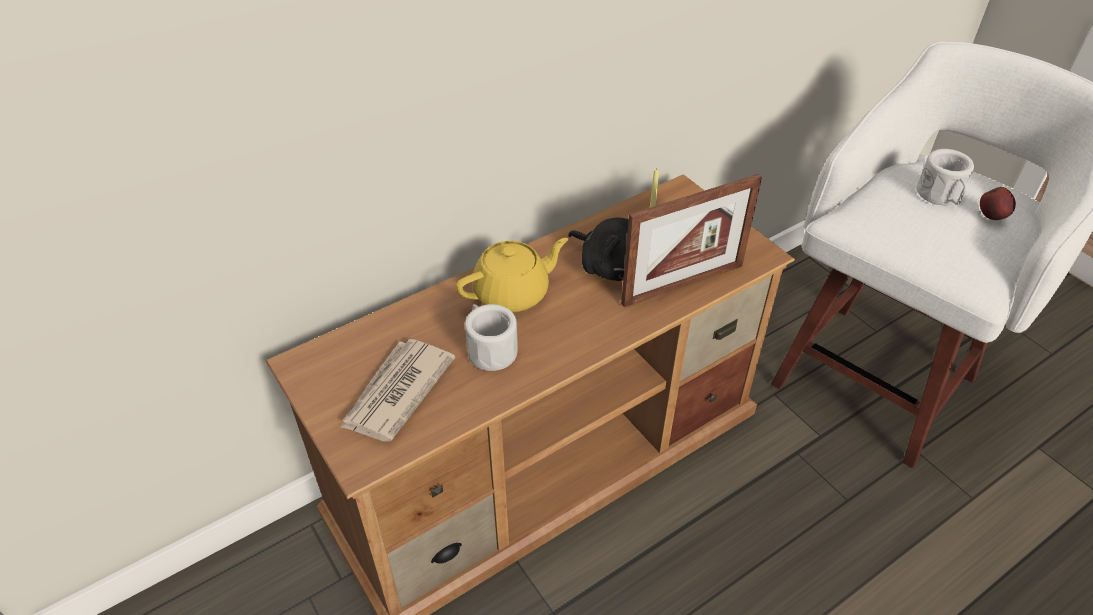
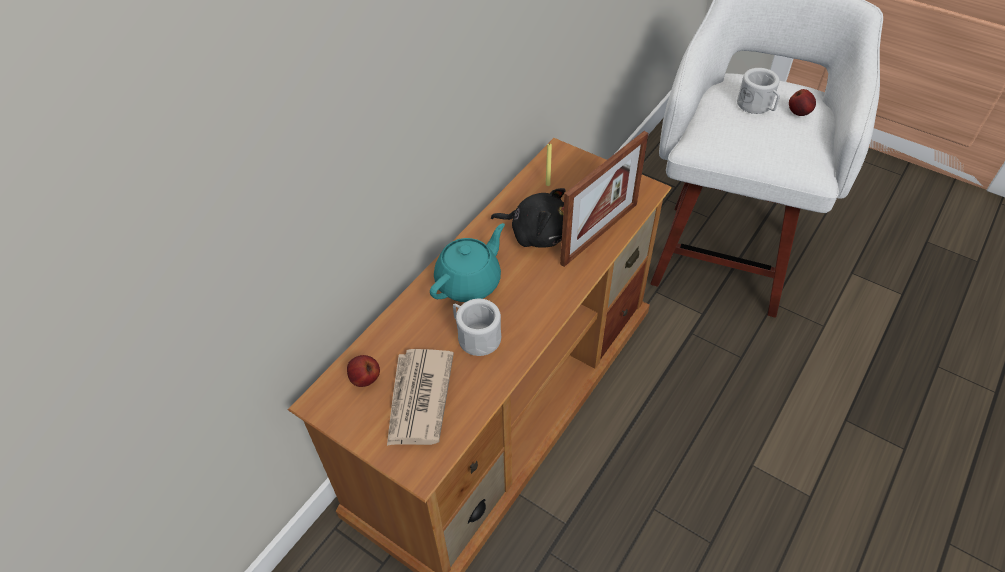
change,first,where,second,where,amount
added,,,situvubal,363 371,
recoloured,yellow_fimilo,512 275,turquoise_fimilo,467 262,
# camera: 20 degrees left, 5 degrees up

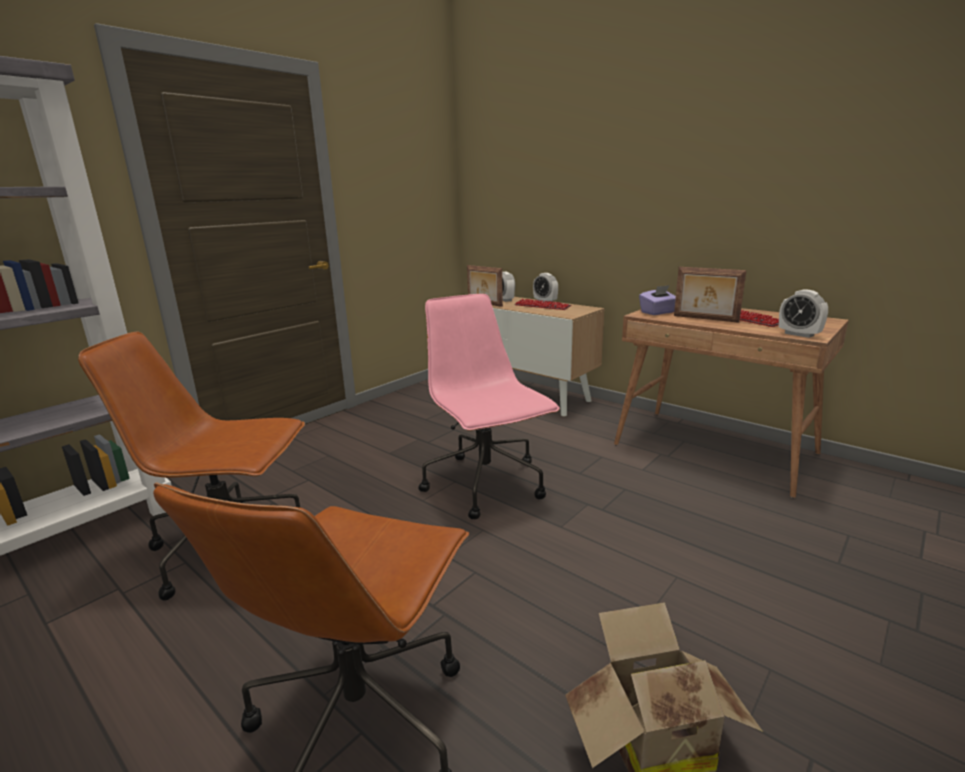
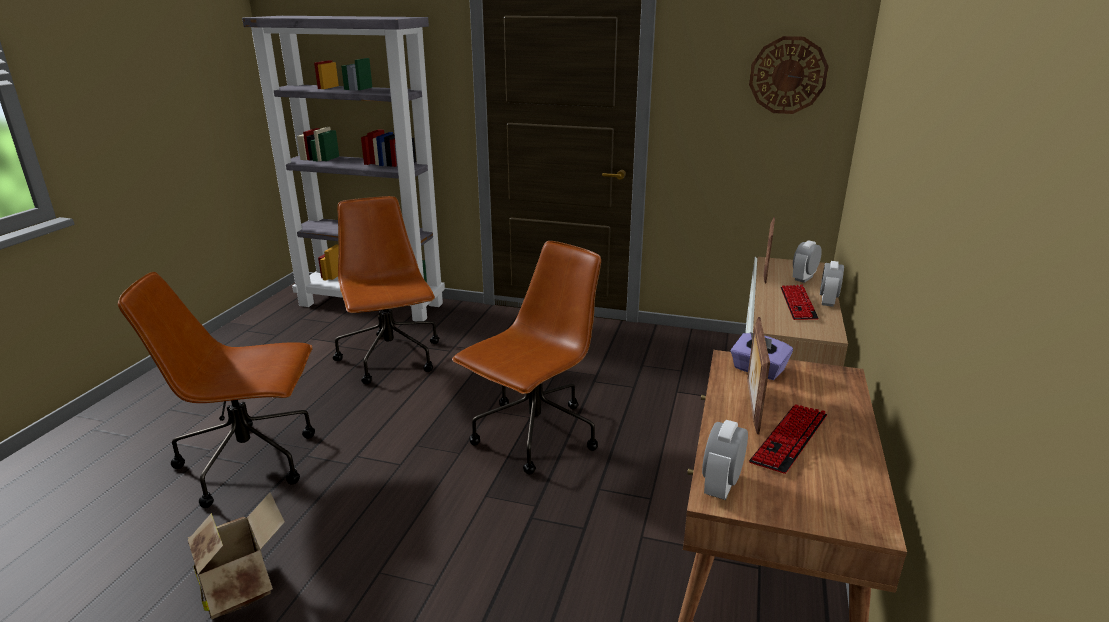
change,first,where,second,where,amount
recoloured,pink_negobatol,489 406,brown_negobatol,526 358,
added,,,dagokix,789 75,
# camera: 65 degrees right, 5 degrees up

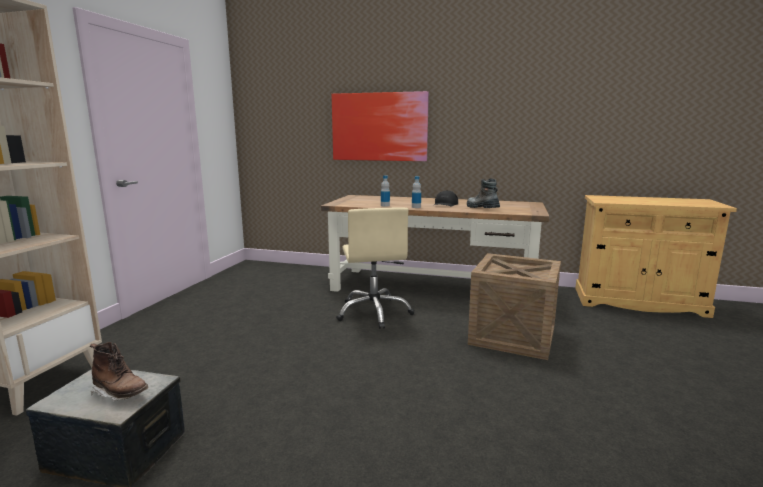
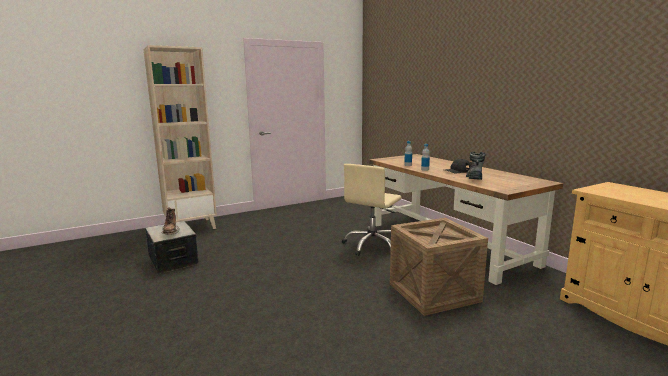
change,first,where,second,where,amount
removed,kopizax,380 126,,,
# camera: 45 degrees right, 0 degrees up

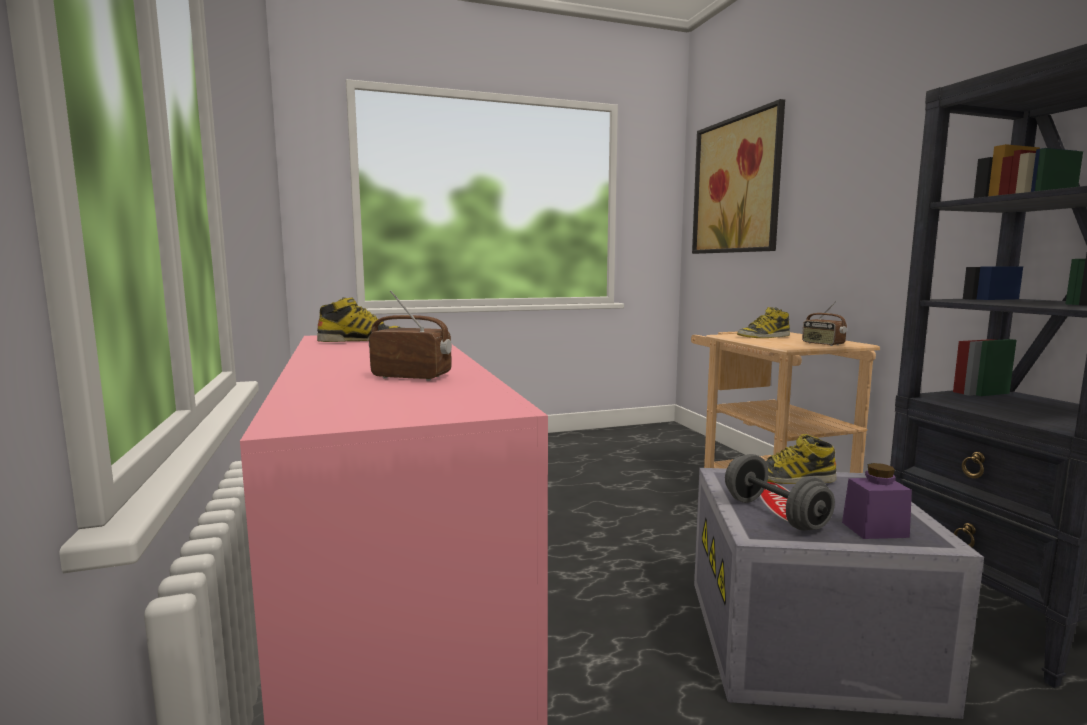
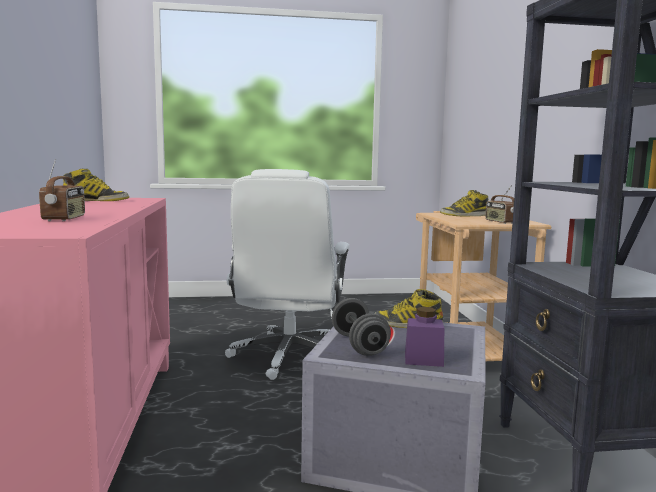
change,first,where,second,where,amount
turned,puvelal,410 336,,62 190,60 degrees clockwise
added,,,white_negobatol,287 274,
removed,kopizax,738 176,,,
# camera: 10 degrees right, 0 degrees up

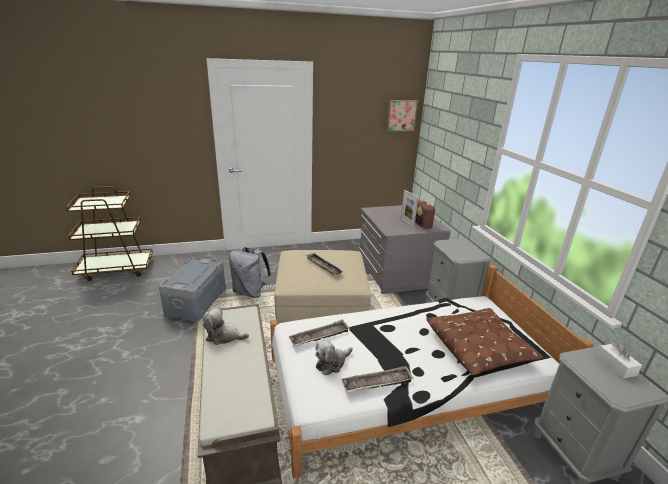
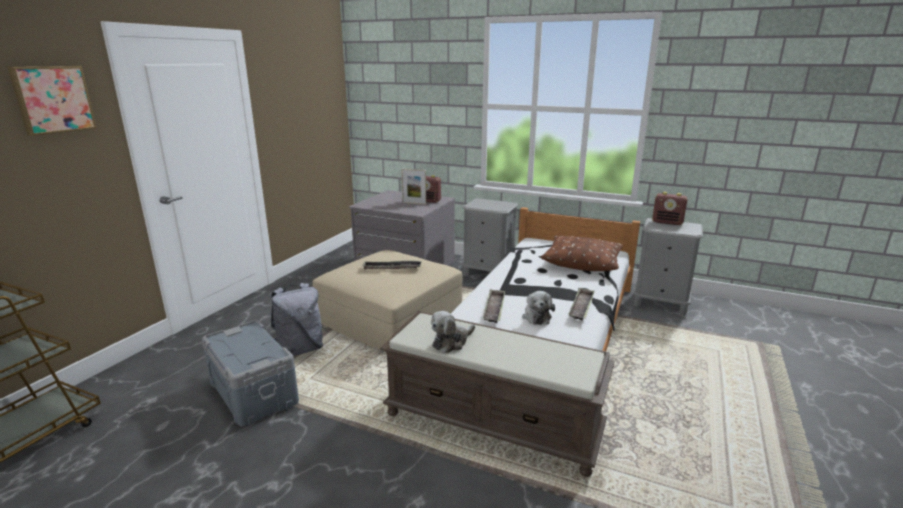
change,first,where,second,where,amount
moved,kopizax,402 116,,52 101,
replaced,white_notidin,619 361,puvelal,670 208,
# camera: 50 degrees left, 5 degrees down

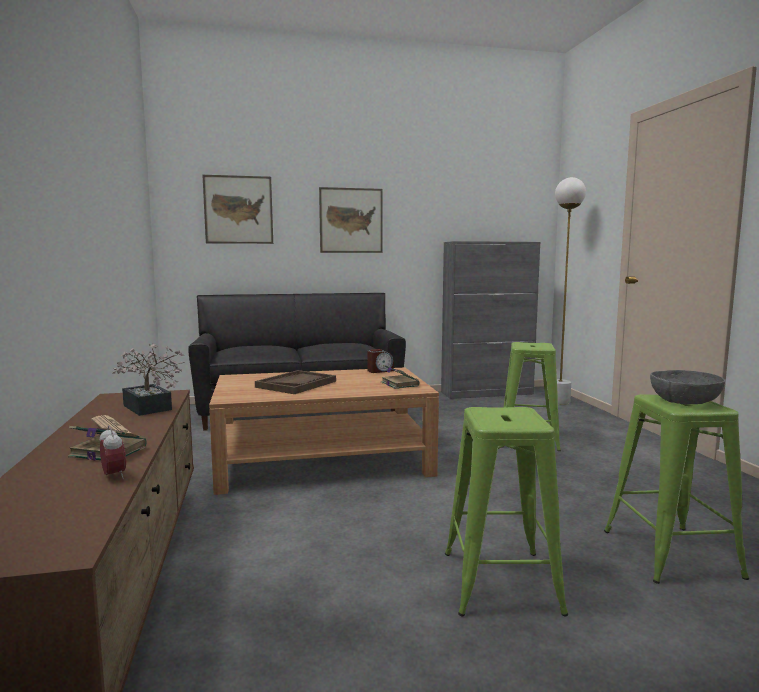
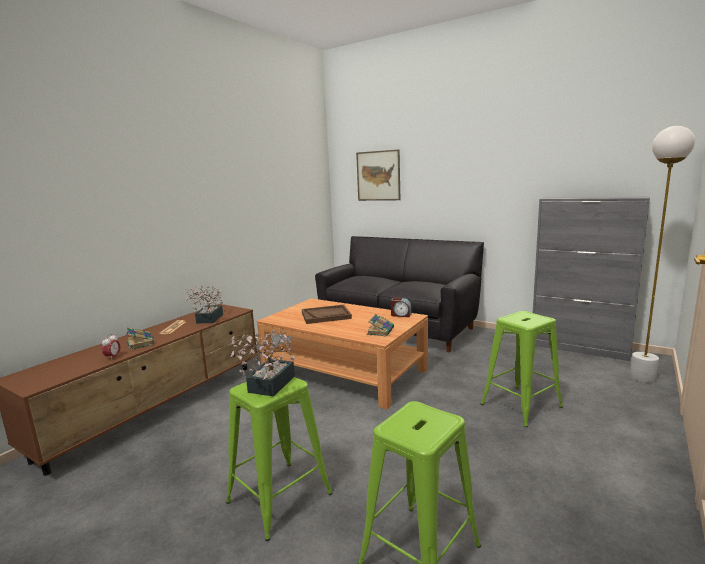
change,first,where,second,where,amount
added,,,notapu,262 363,
removed,kopizax,351 220,,,
removed,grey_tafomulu,687 387,,,
# camera: 45 degrees right, 5 degrees up

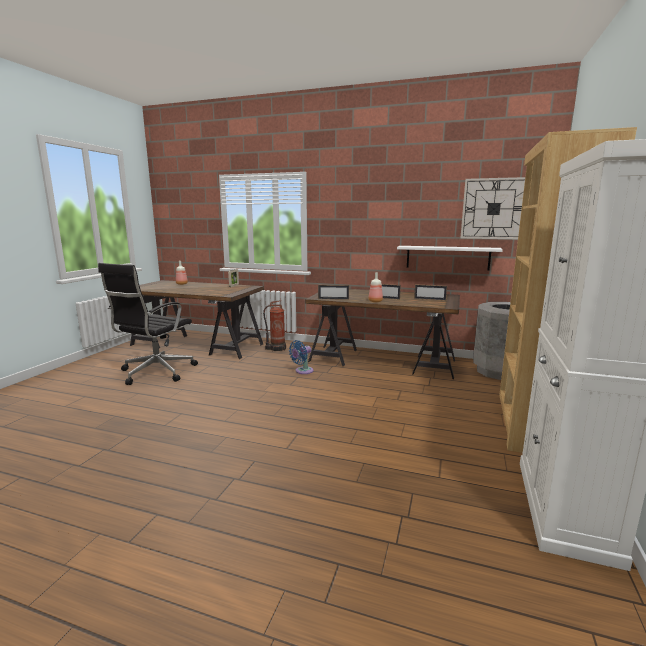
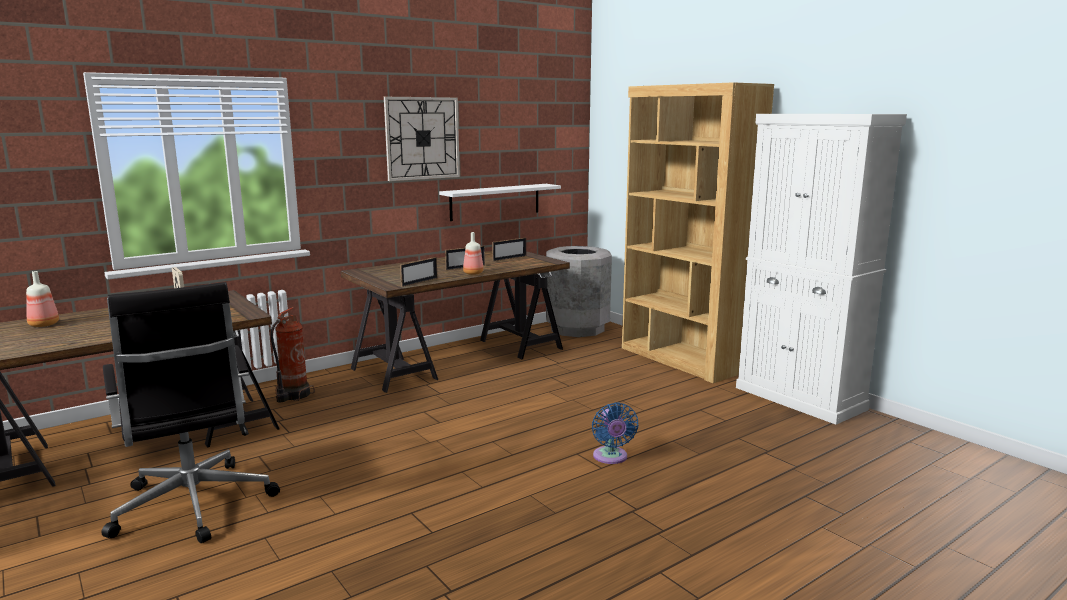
change,first,where,second,where,amount
moved,dagokix,492 208,,422 139,
moved,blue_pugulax,301 357,,615 433,
# camera: 55 degrees left, 0 degrees up

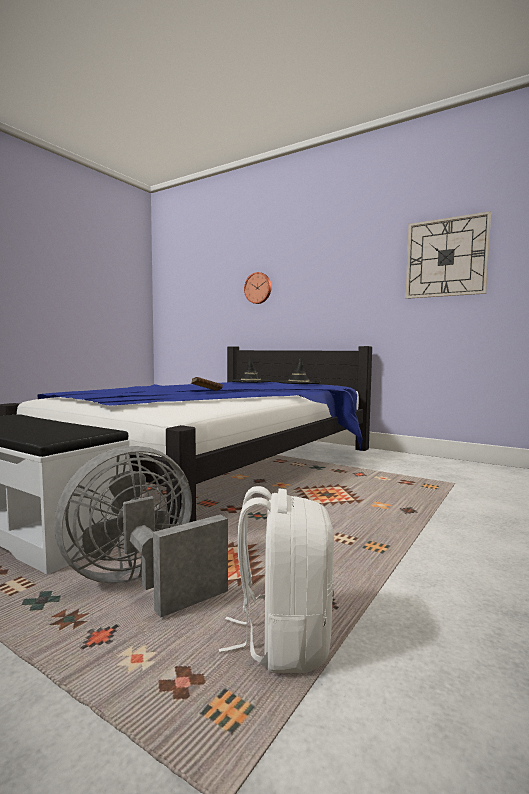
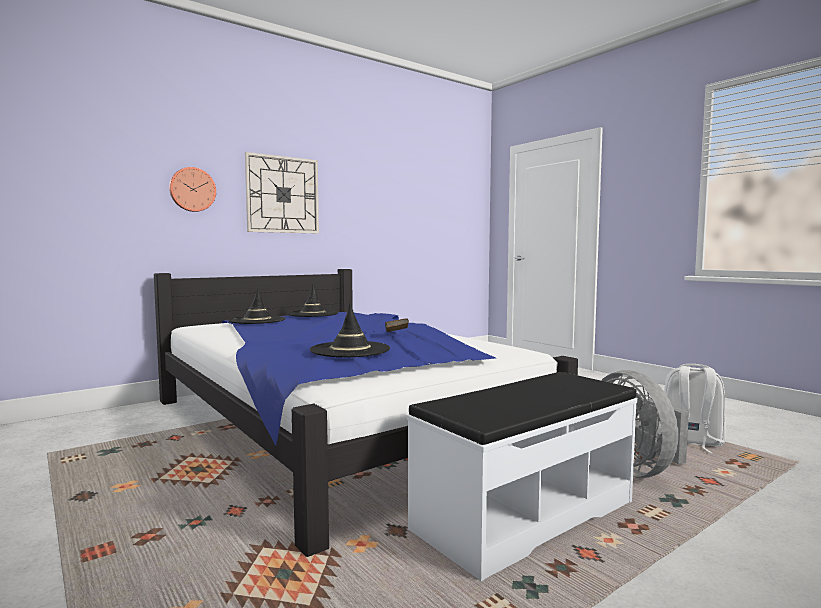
change,first,where,second,where,amount
moved,dagokix,448 255,,282 193,
added,,,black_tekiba,350 329,
# camera: 70 degrees left, 0 degrees up

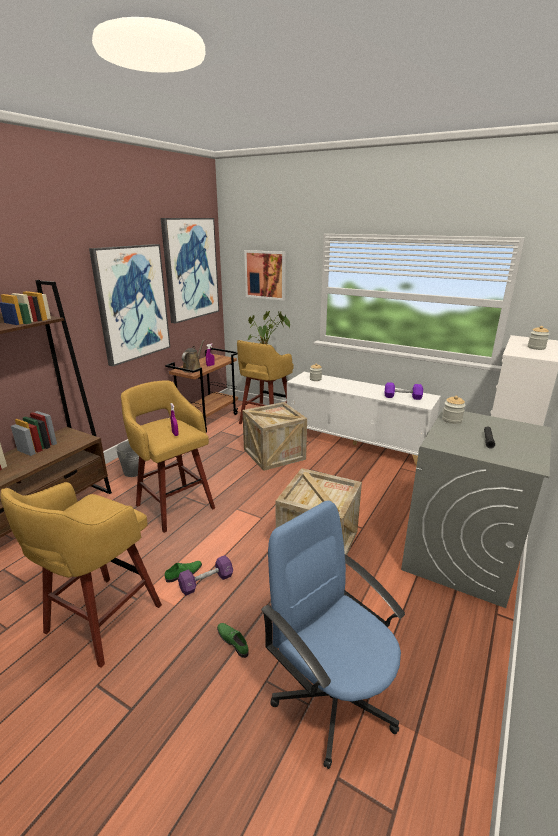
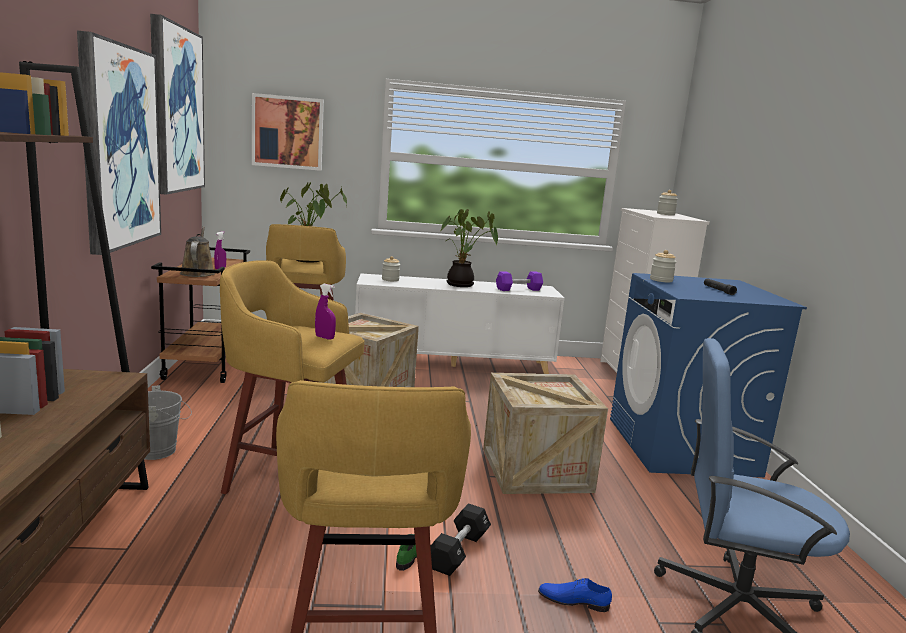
change,first,where,second,where,amount
recoloured,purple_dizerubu,205 575,black_dizerubu,461 539,
added,,,notapu,469 248,
recoloured,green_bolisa,233 640,blue_bolisa,575 595,
recoloured,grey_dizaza,476 508,blue_dizaza,708 375,
# camera: 35 degrees left, 10 degrees down

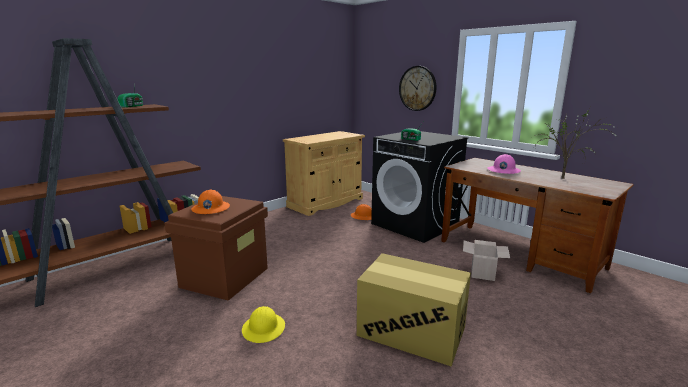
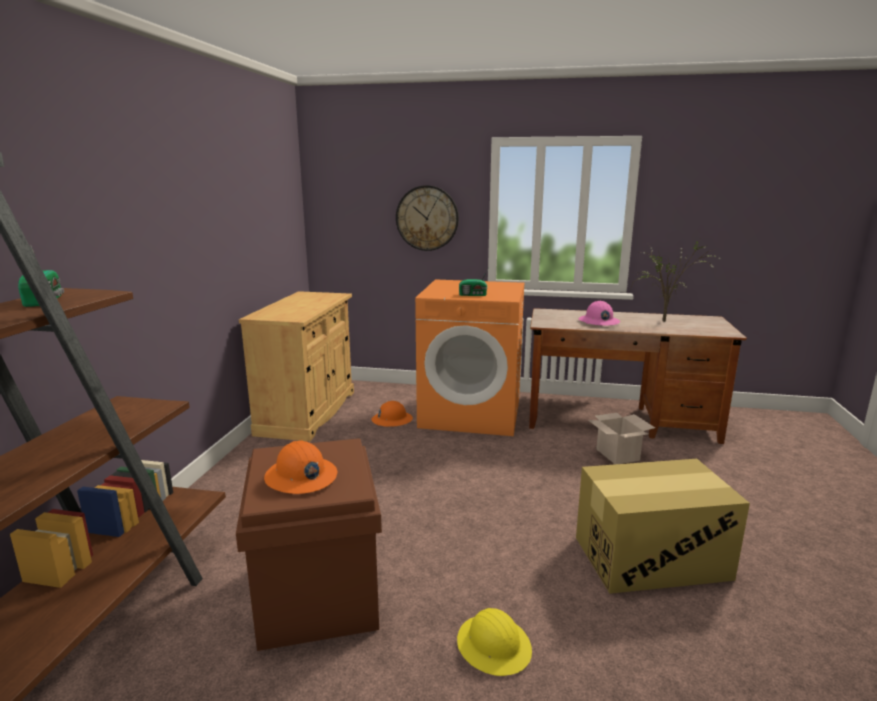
change,first,where,second,where,amount
recoloured,black_dizaza,419 187,orange_dizaza,470 357,
# camera: 35 degrees left, 0 degrees up

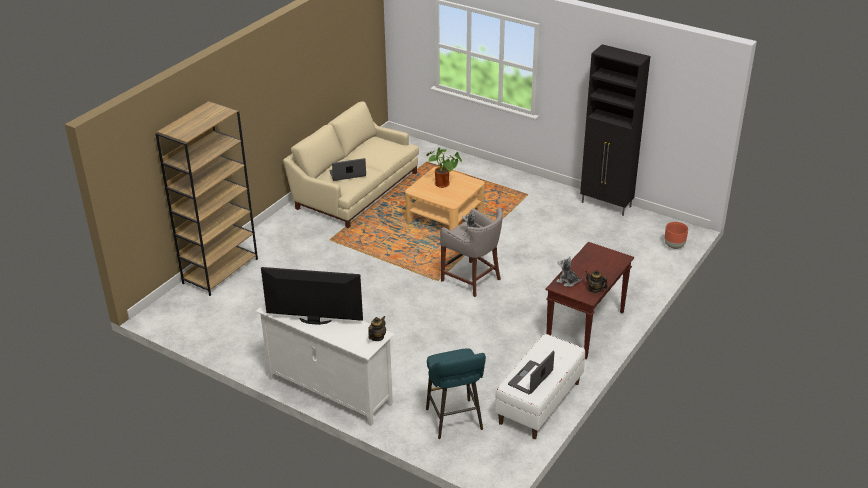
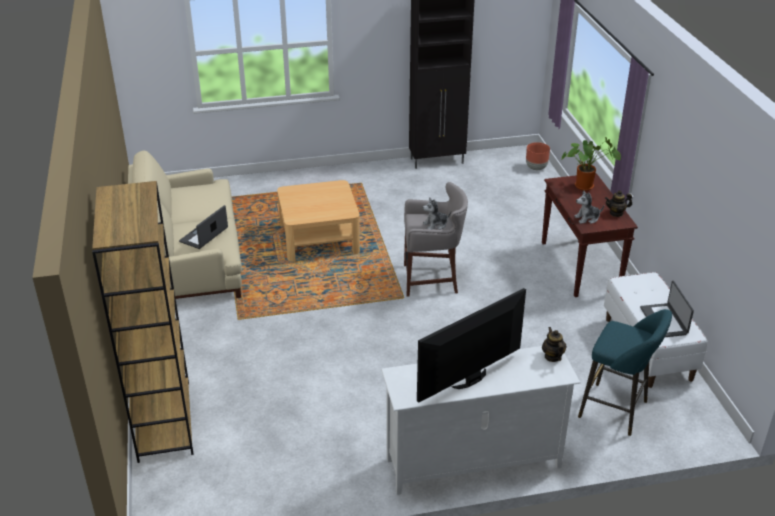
change,first,where,second,where,amount
moved,notapu,444 167,,591 164,
# camera: 45 degrees left, 0 degrees up

